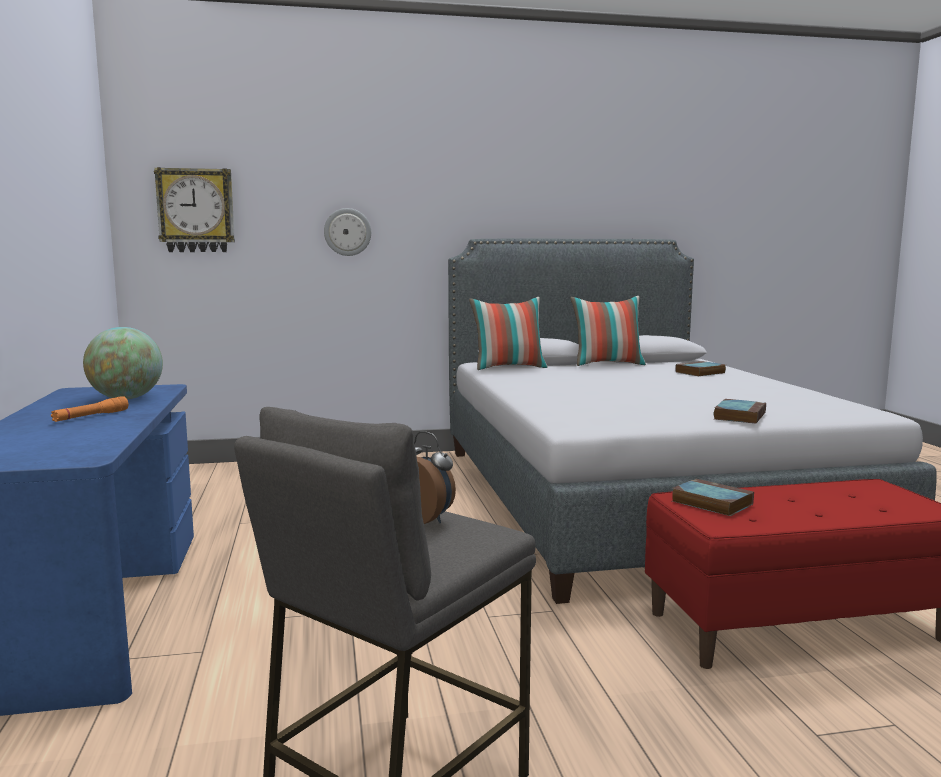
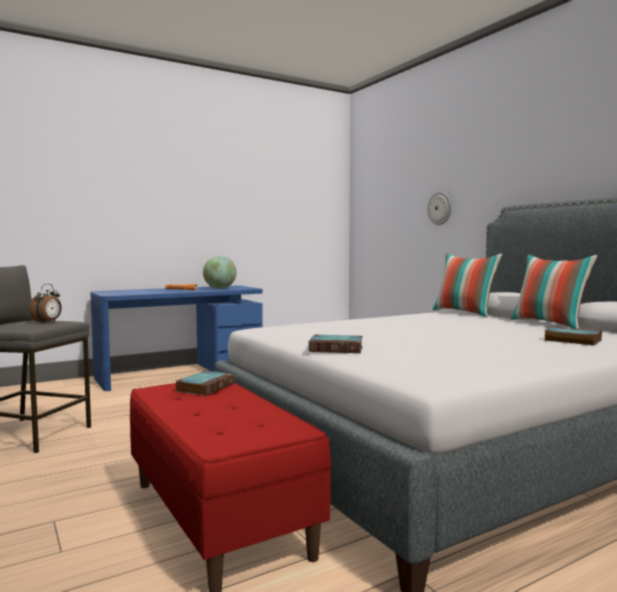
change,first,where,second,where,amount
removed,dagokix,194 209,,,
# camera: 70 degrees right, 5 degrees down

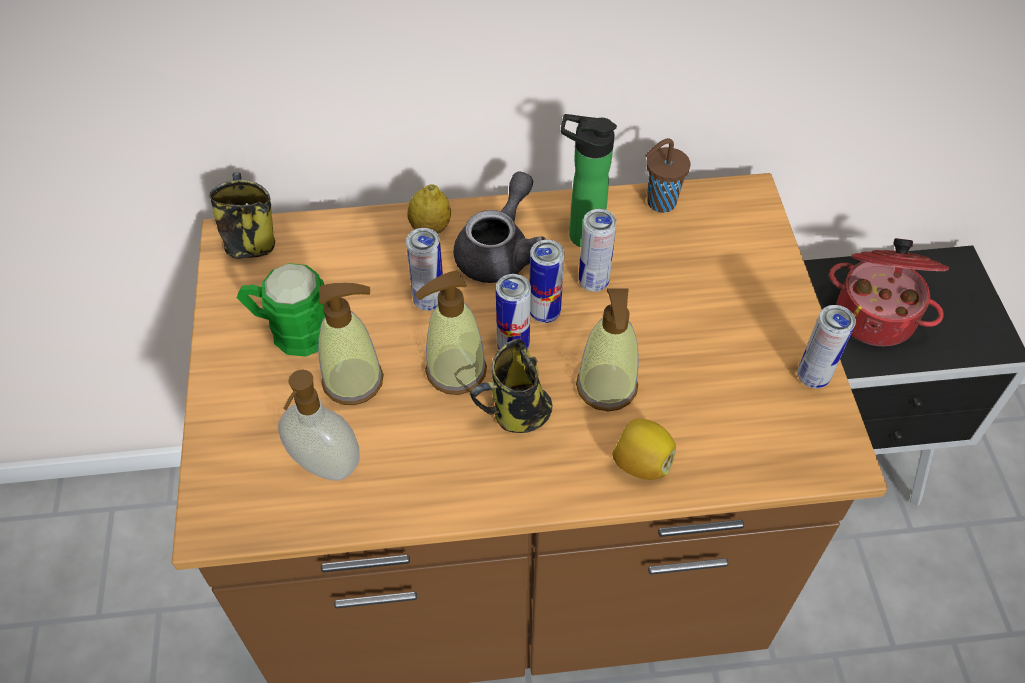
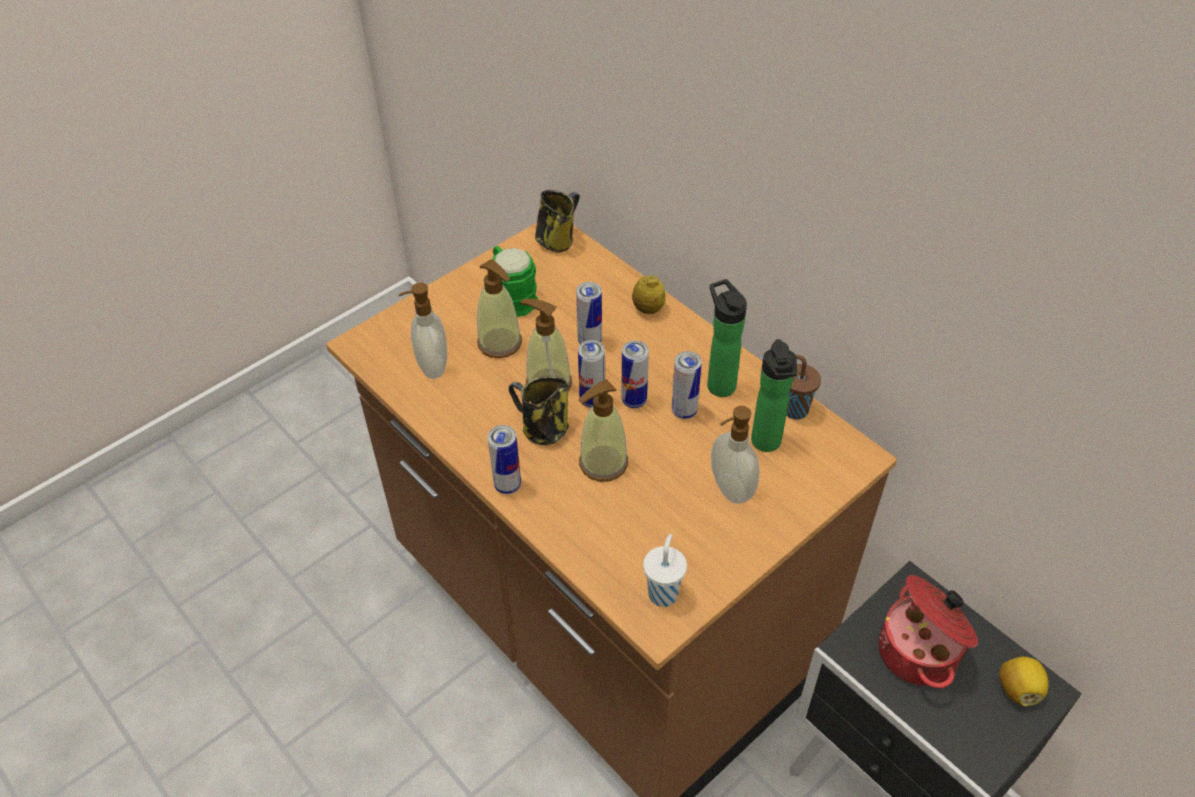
change,first,where,second,where,amount
moved,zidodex,826 347,,504 459,
added,,,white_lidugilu,665 570,
added,,,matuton,735 455,
added,,,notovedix,774 395,
moved,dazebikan,644 449,,1024 681,
removed,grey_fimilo,499 227,,,
# camera: 55 degrees right, 5 degrees down

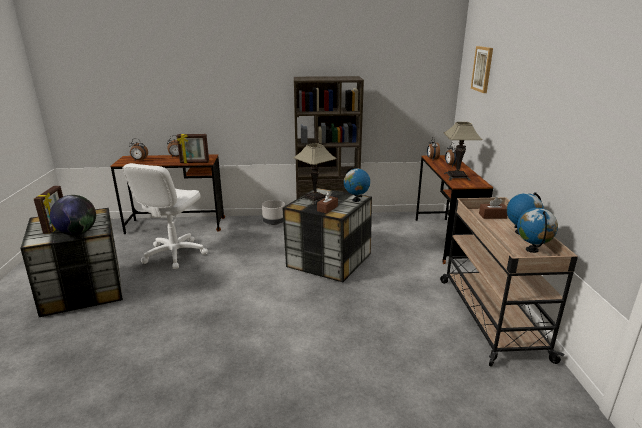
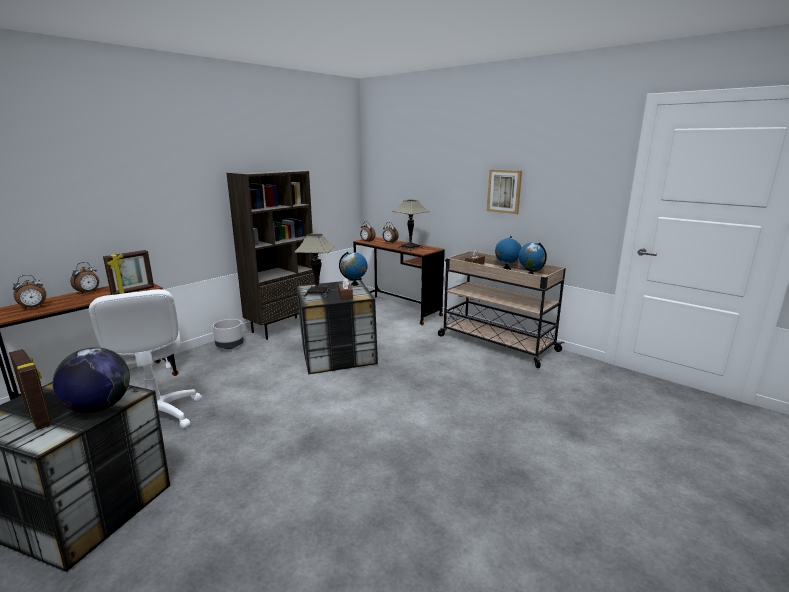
change,first,where,second,where,amount
moved,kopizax,482 69,,504 191,
# camera: 45 degrees left, 5 degrees down

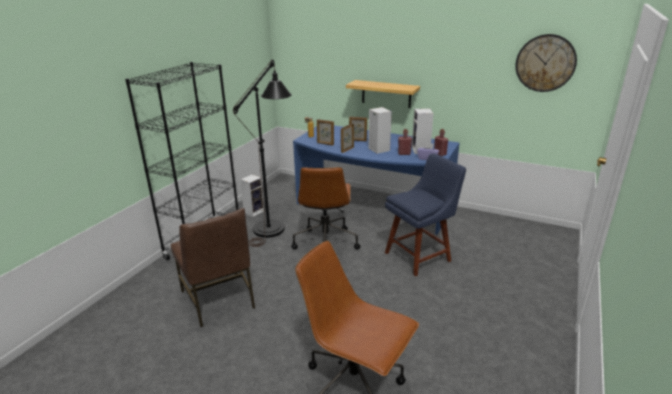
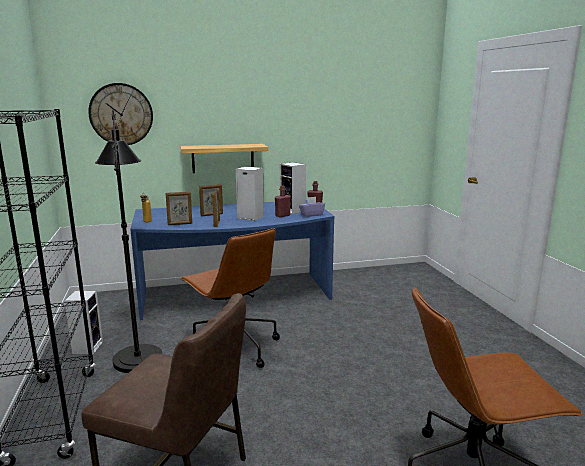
change,first,where,second,where,amount
moved,dagokix,546 63,,120 114,
removed,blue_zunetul,425 214,,,
# camera: 40 degrees left, 10 degrees down

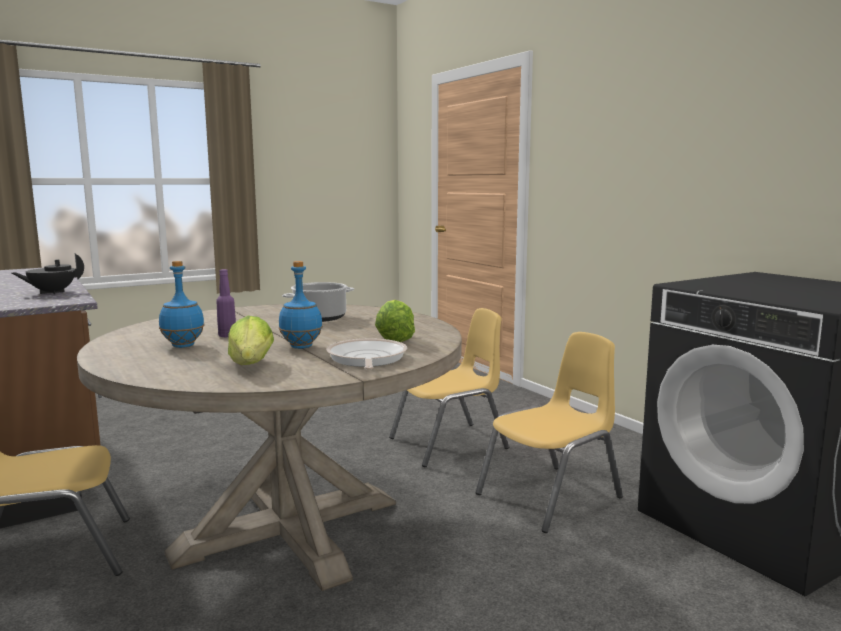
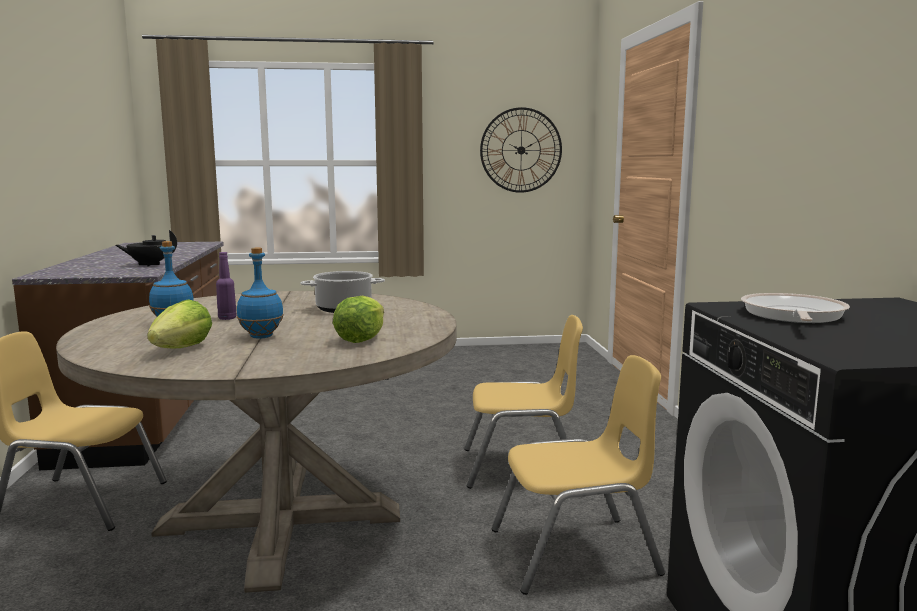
change,first,where,second,where,amount
added,,,dagokix,521 150,
moved,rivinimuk,366 354,,795 308,
# camera: 25 degrees right, 0 degrees up

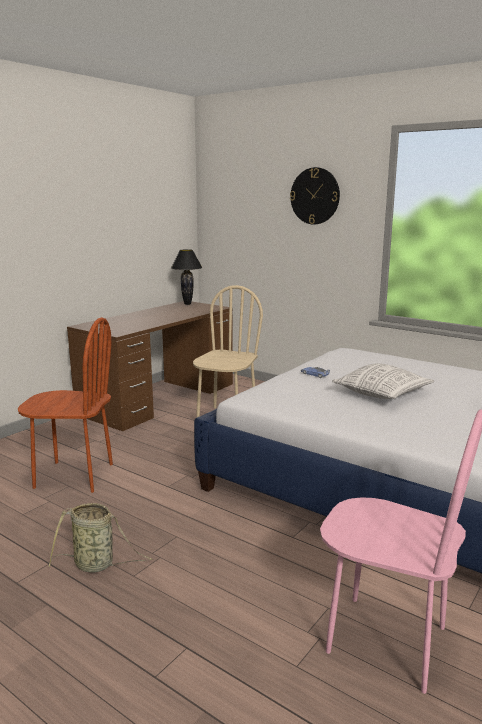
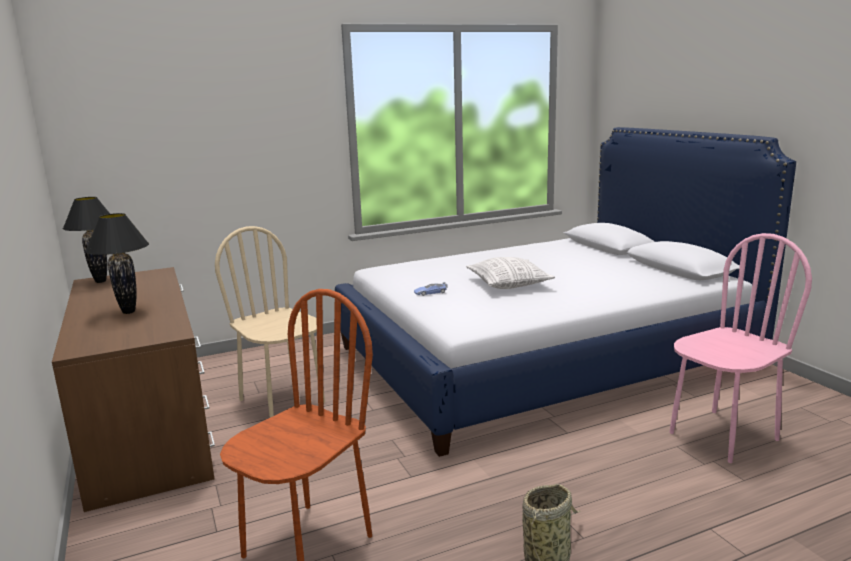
change,first,where,second,where,amount
added,,,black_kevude,117 263,
removed,dagokix,315 195,,,
# camera: 60 degrees left, 0 degrees up

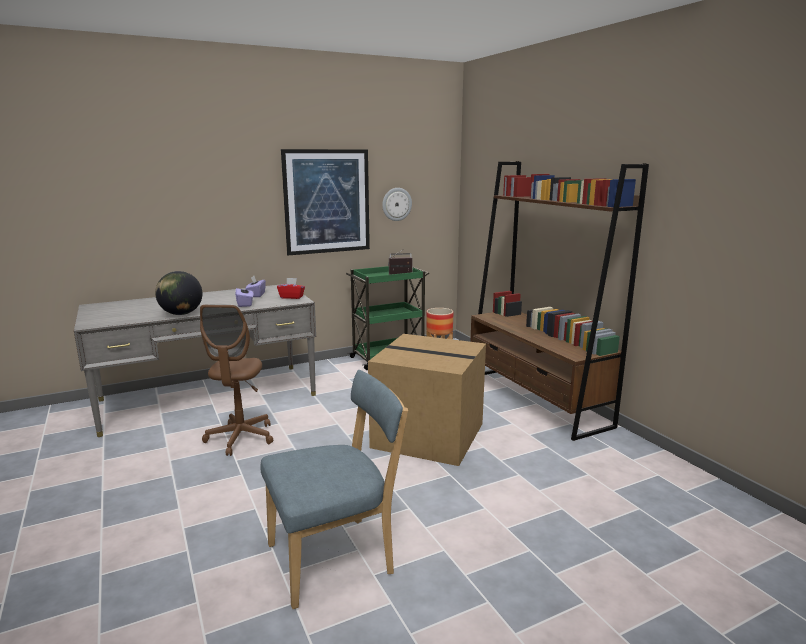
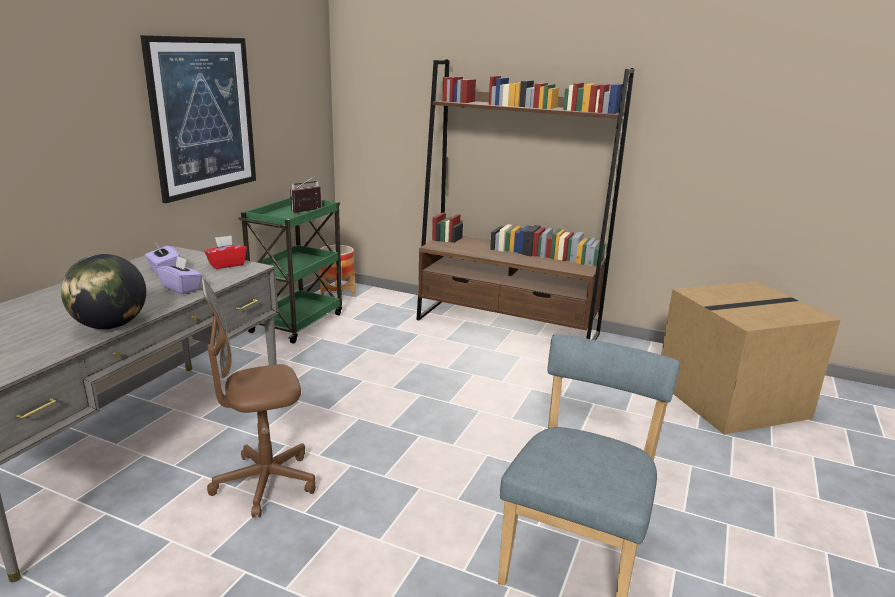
change,first,where,second,where,amount
turned,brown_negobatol,236 380,,258 398,105 degrees clockwise
moved,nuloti,427 400,,750 358,
removed,dagokix,397 204,,,
# camera: 40 degrees left, 5 degrees up

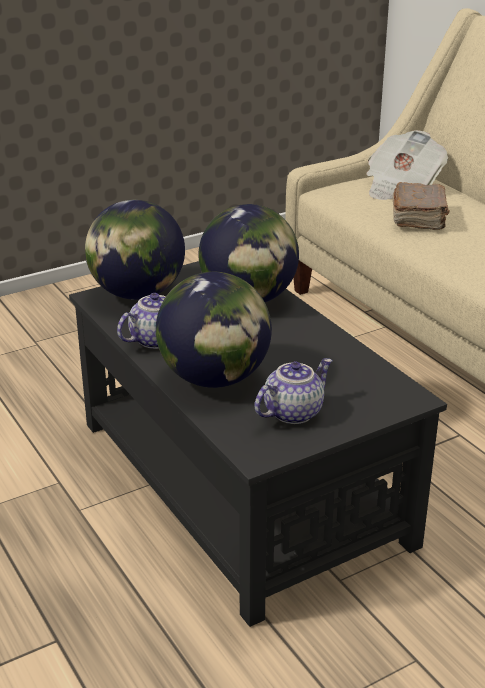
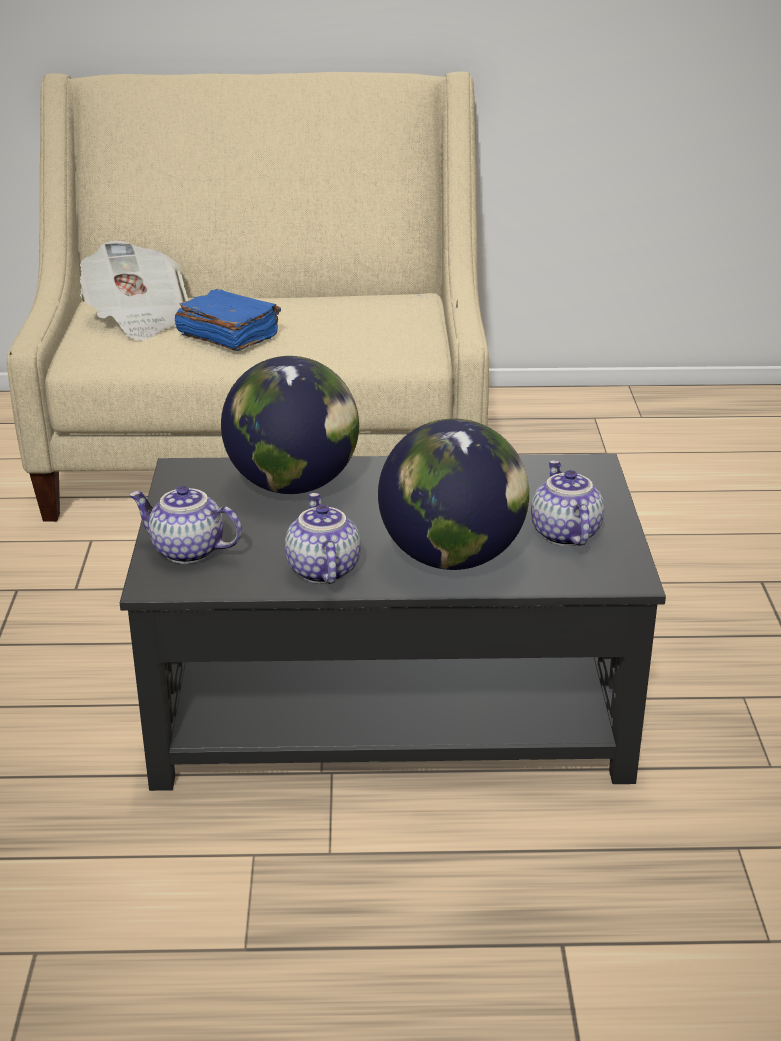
change,first,where,second,where,amount
replaced,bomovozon,135 250,fimilo,185 525,
recoloured,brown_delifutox,420 206,blue_delifutox,228 320,
# camera: 60 degrees left, 0 degrees up

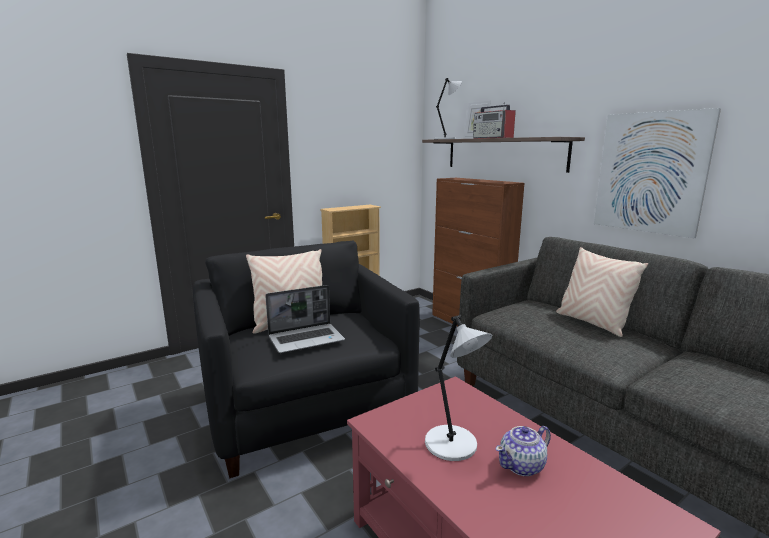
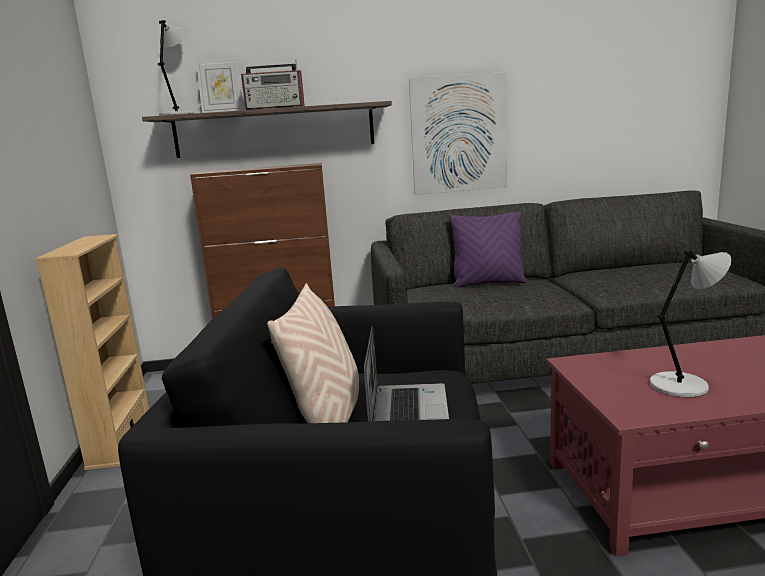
change,first,where,second,where,amount
recoloured,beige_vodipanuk,602 292,purple_vodipanuk,488 249,
removed,fimilo,523 451,,,
# camera: 60 degrees left, 0 degrees up

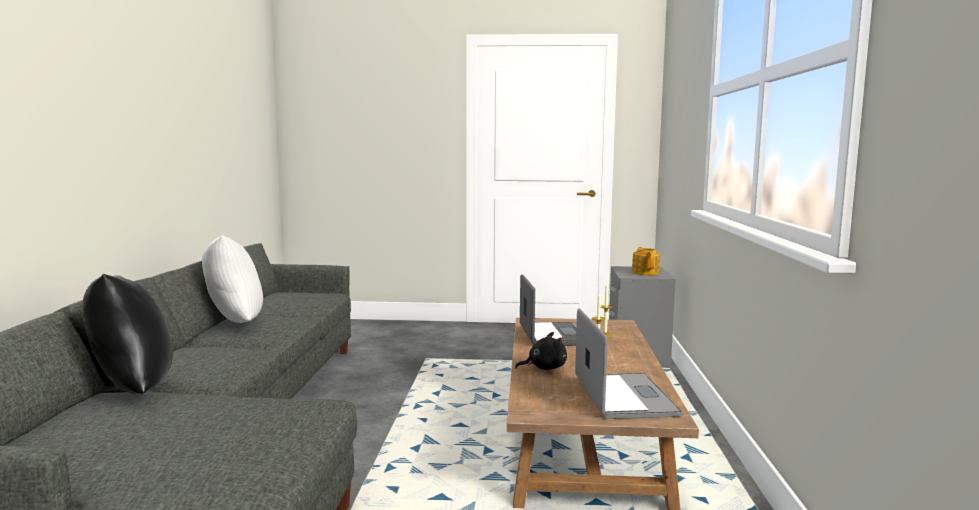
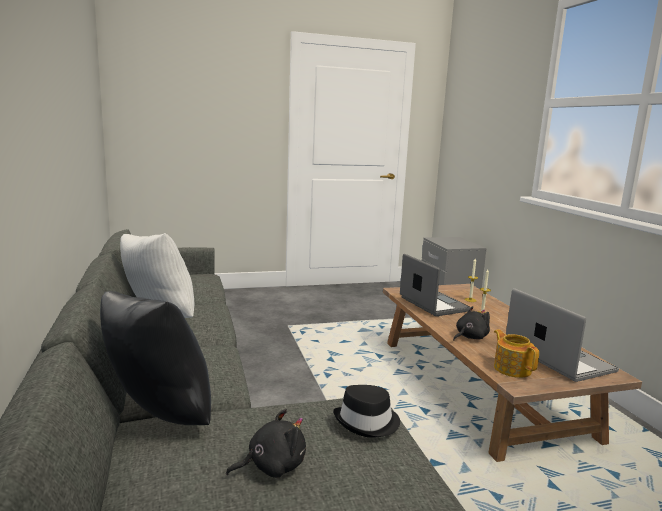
change,first,where,second,where,amount
added,,,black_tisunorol,266 443,
added,,,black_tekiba,366 411,
moved,fimilo,646 261,,516 353,
# camera: 20 degrees left, 5 degrees up

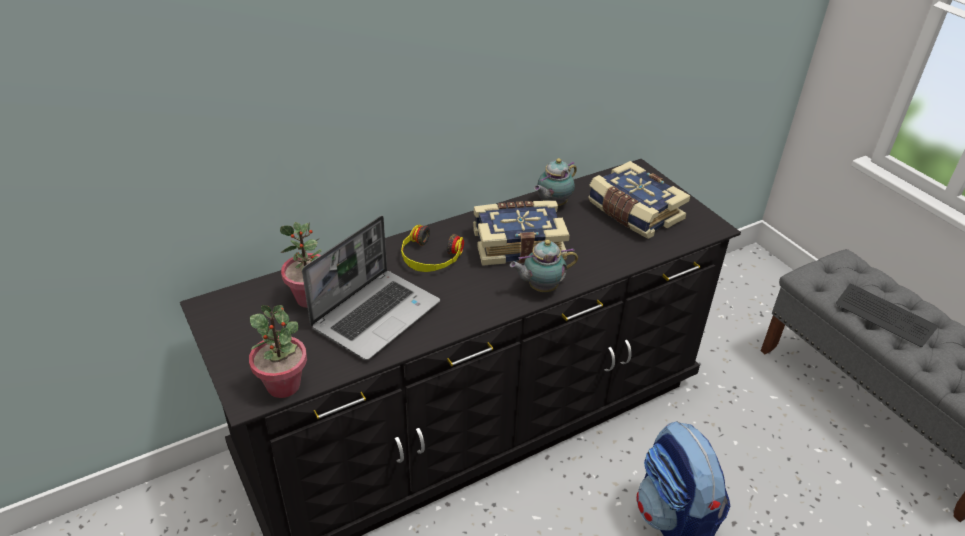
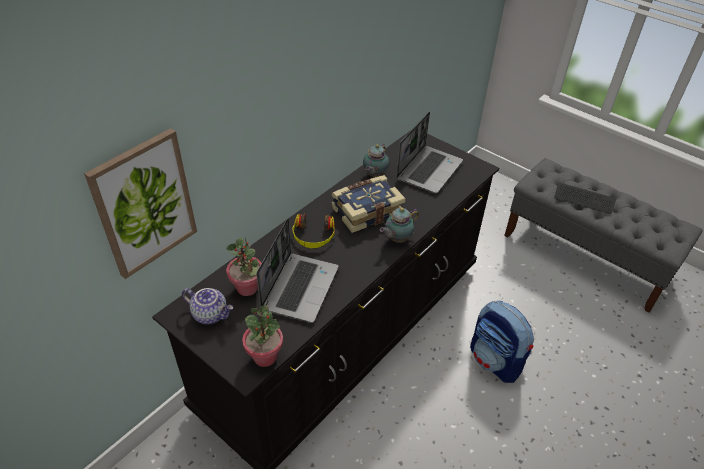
change,first,where,second,where,amount
added,,,kopizax,140 203,
added,,,fimilo,207 306,
replaced,delifutox,639 200,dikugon,429 152,
# camera: 20 degrees left, 5 degrees up

